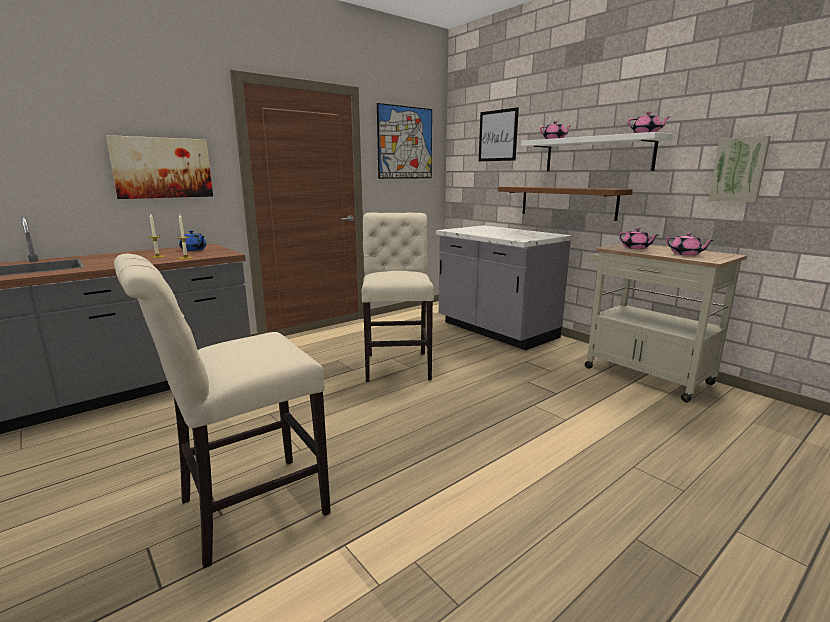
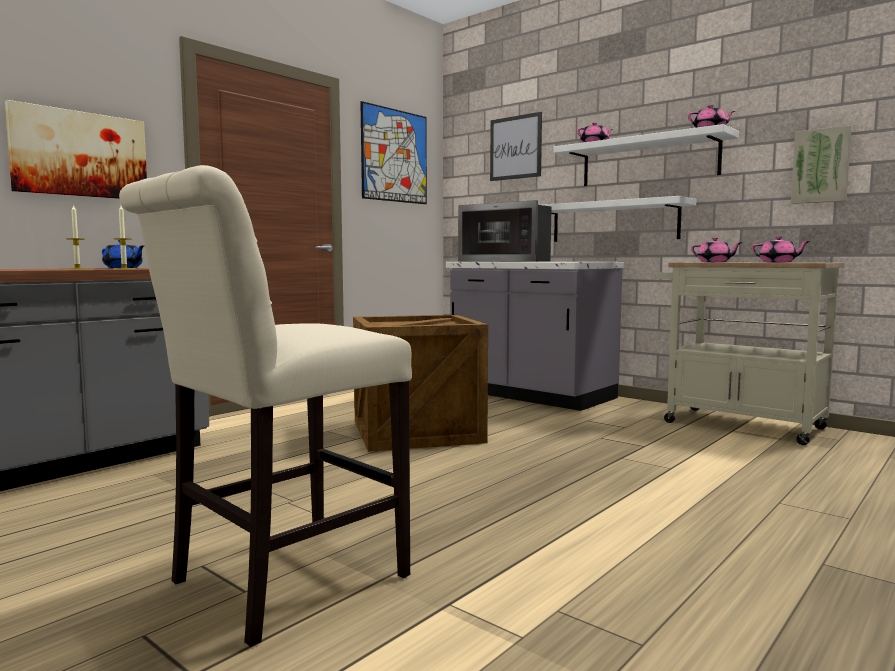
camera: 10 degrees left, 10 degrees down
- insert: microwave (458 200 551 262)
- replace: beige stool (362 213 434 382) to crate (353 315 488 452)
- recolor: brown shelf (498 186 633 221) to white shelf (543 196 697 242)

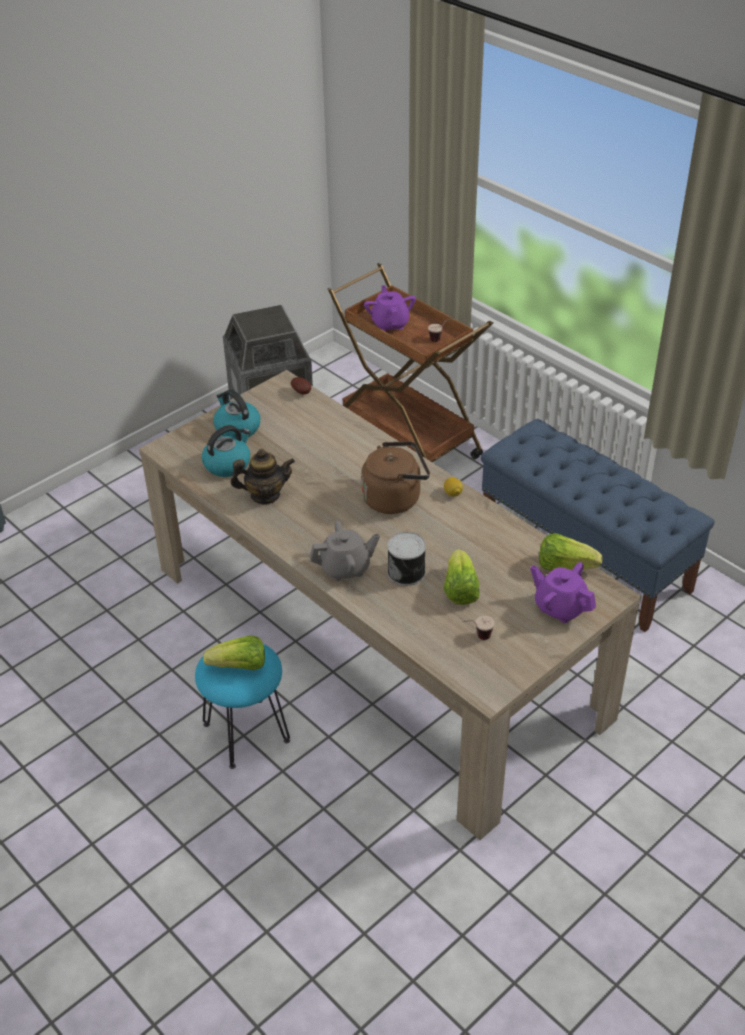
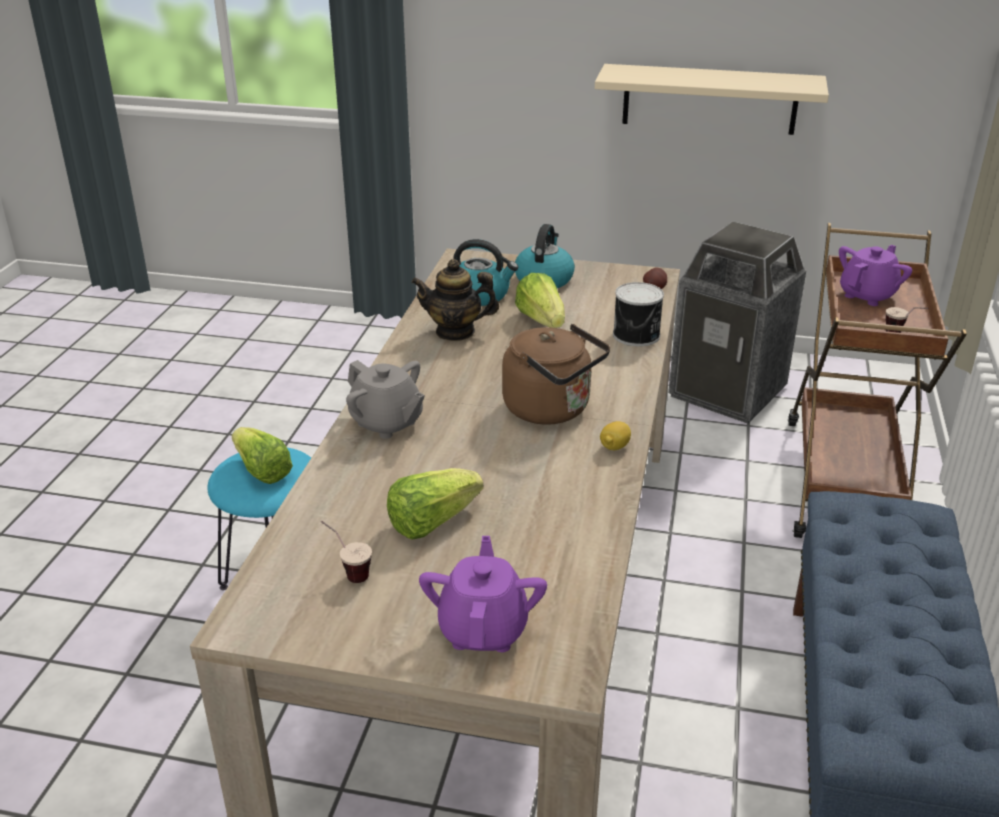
camera: 55 degrees right, 10 degrees down
- insert: beige shelf (595 64 829 135)
- move: can (387 532 426 586) to (613 282 664 347)
- move: lettuce (539 533 603 571) to (515 273 565 328)
- rotate: teapot (231 449 295 504) = (411 259 499 341) 135 degrees clockwise

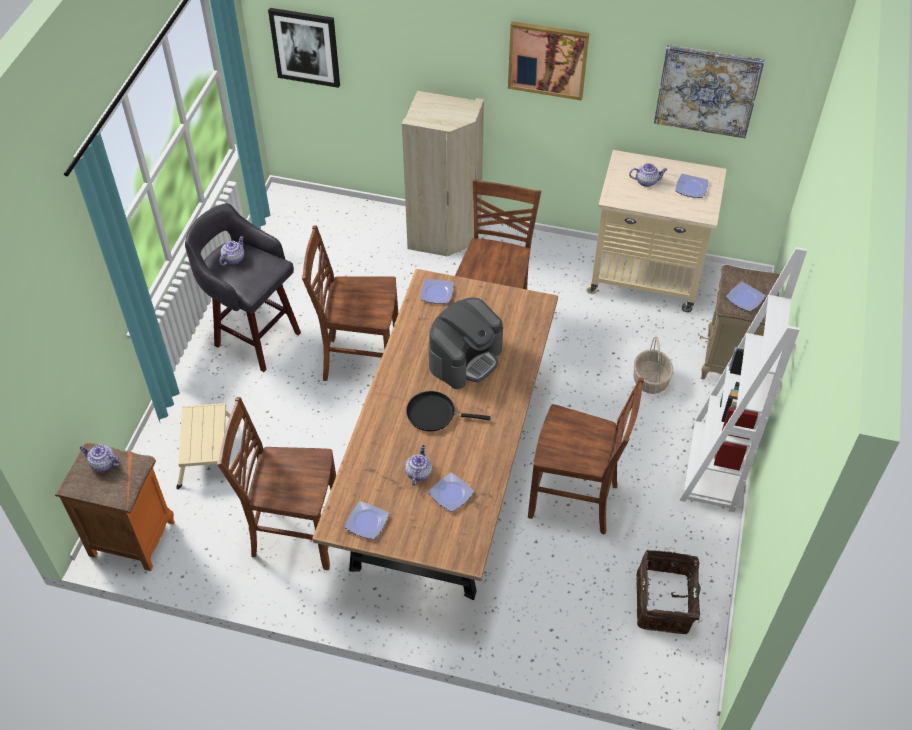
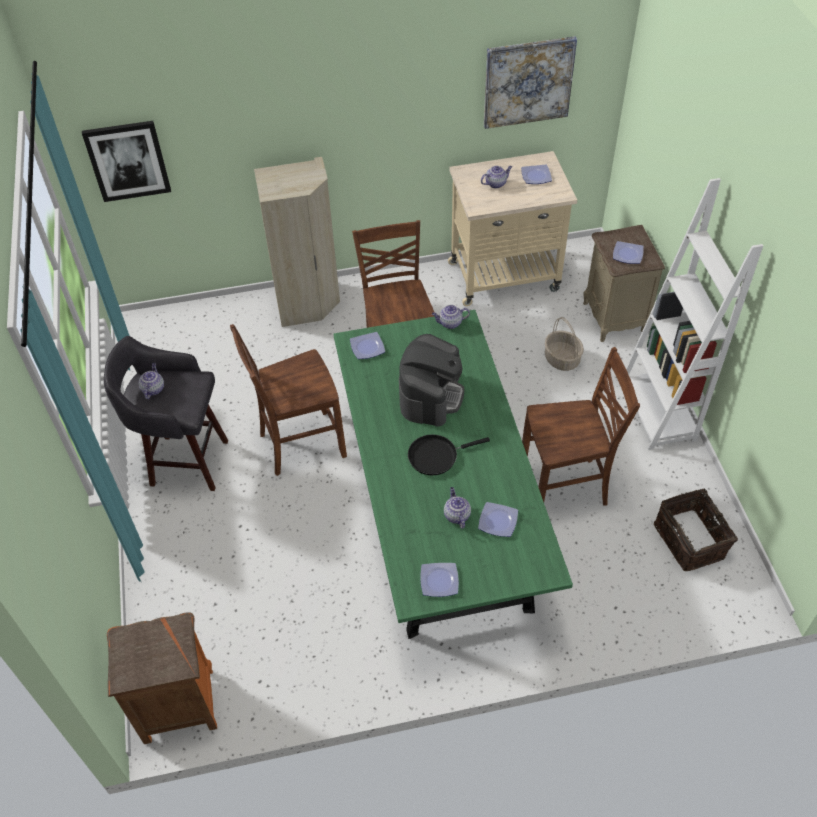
camera: 25 degrees left, 0 degrees up
- delete: beige step ladder (176 403 231 489)
- delete: brown chair (217 397 336 570)
- delete: picture (508 21 589 101)
- move: teapot (79 445 121 472) to (432 305 470 329)
- recolor: brown dining table (312 269 558 600) to green dining table (334 310 573 639)

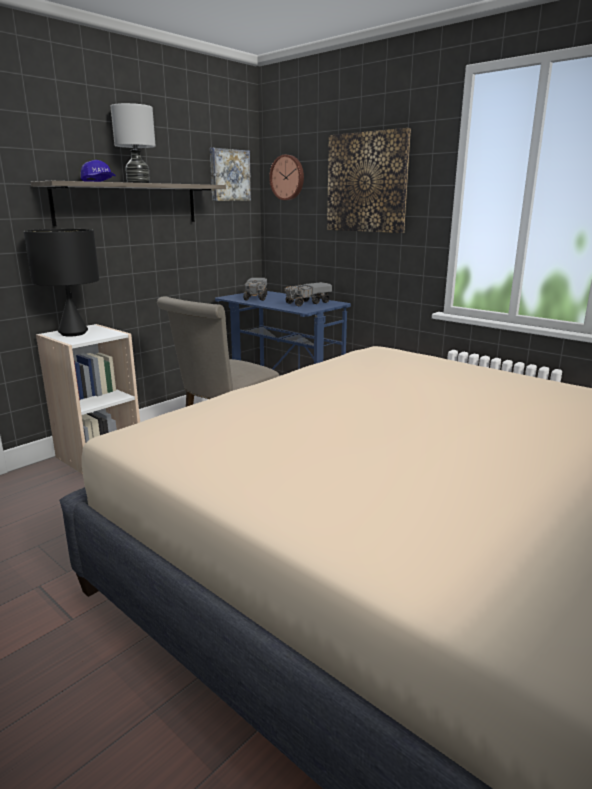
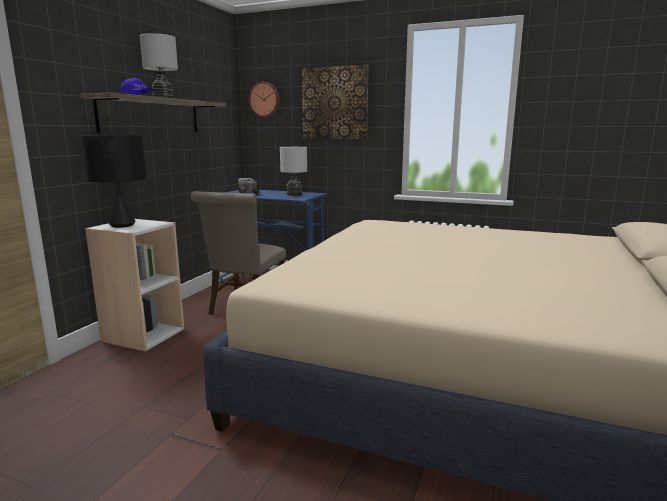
camera: 20 degrees left, 5 degrees down
- delete: picture (210 148 251 201)
- replace: toy truck (284 282 332 306) to grey table lamp (280 147 307 196)

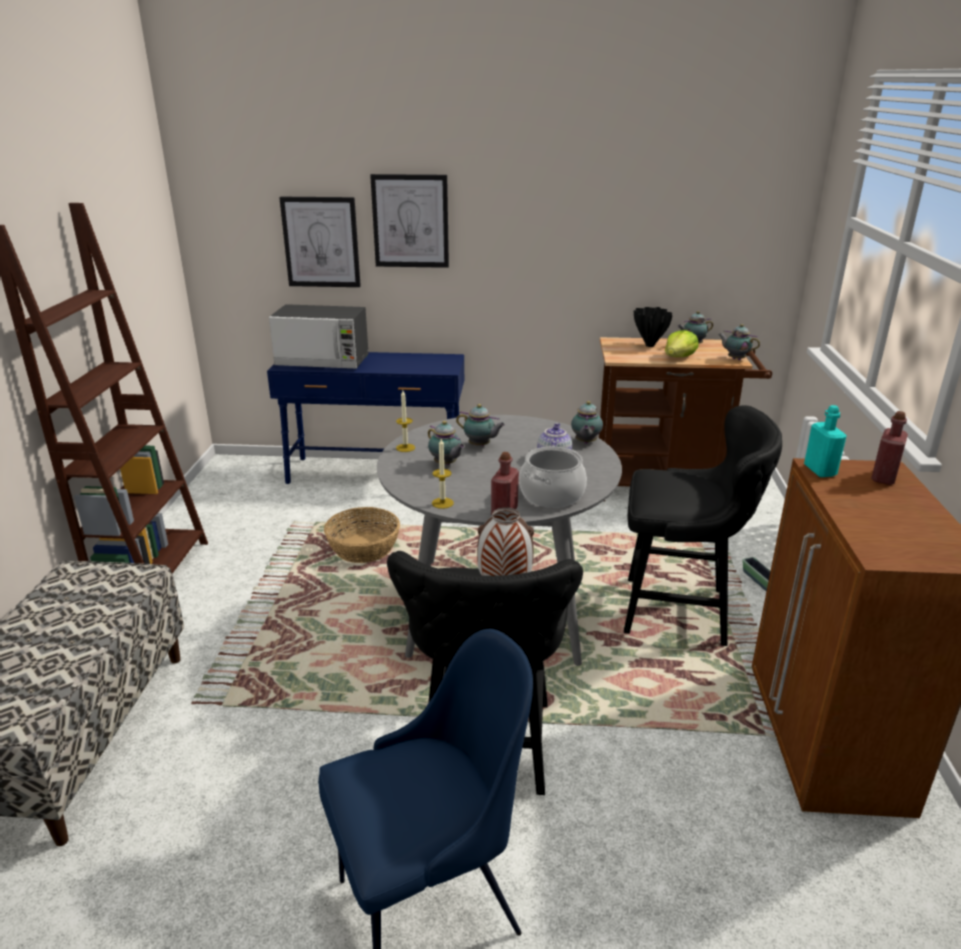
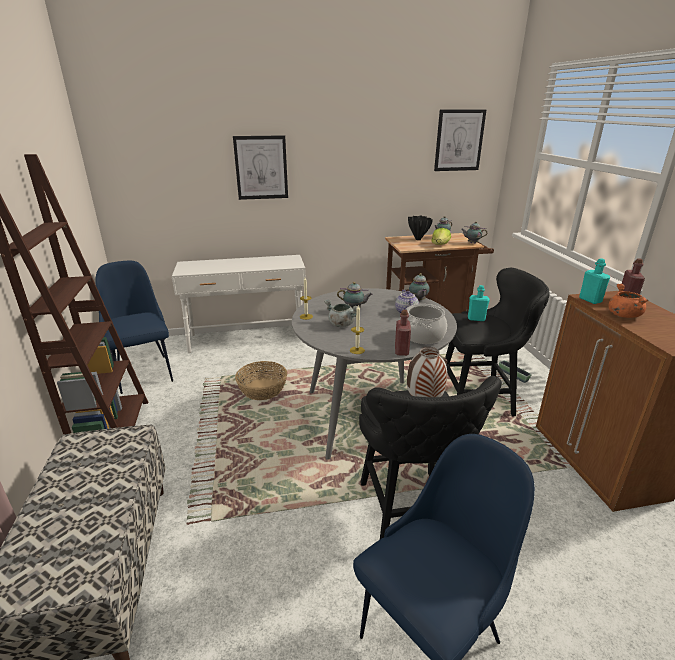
camera: 15 degrees left, 0 degrees up
- delete: microwave (269 304 369 369)
- insert: blue chair (96 261 173 394)
- insert: turquoise bottle (468 285 490 321)
- insert: orange cooking pot (608 284 648 318)
- move: picture (279 197 361 287) to (434 109 487 171)
- replace: teapot (428 421 465 465) to grey cooking pot (324 300 360 327)
- recolor: blue console table (267 352 465 484) to white console table (172 255 306 353)

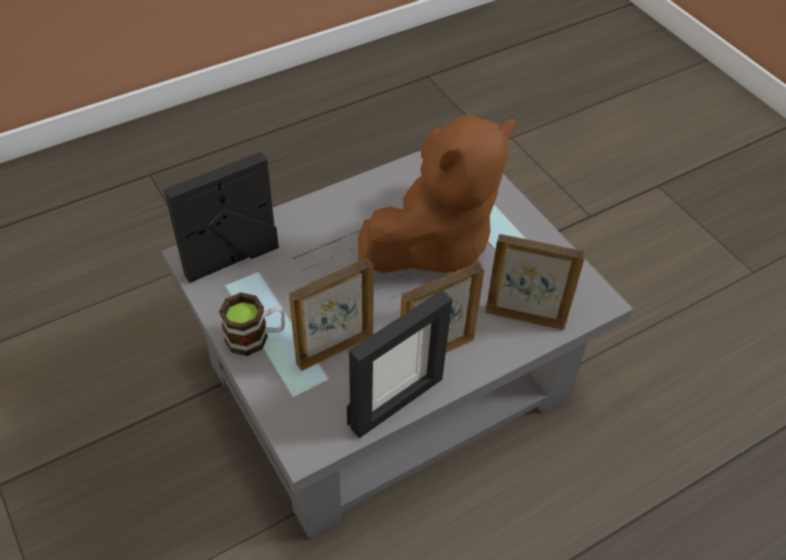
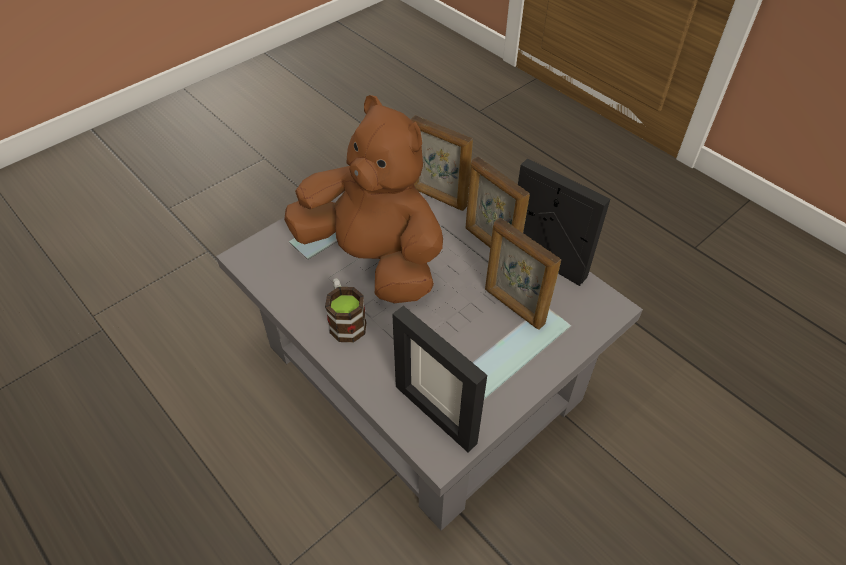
camera: 100 degrees left, 0 degrees up
- move: mug (219 292 285 356) to (325 278 367 343)
- rotate: picture frame (485 234 585 330) = (411 115 473 211) 60 degrees counterclockwise

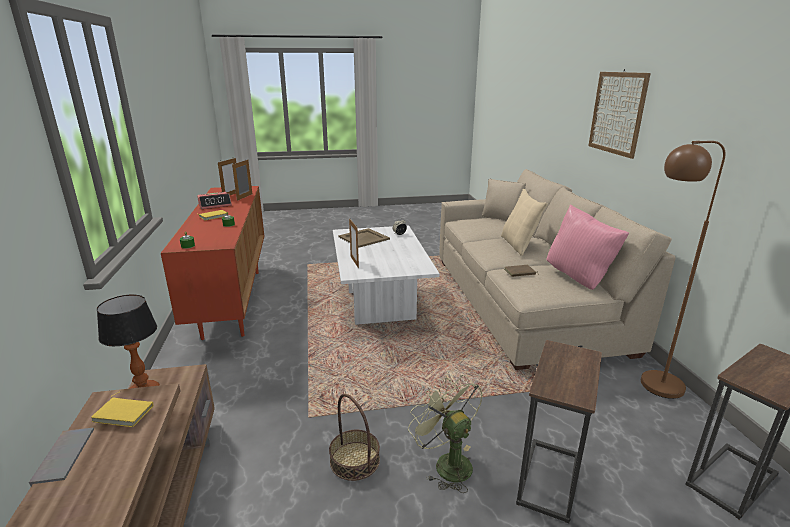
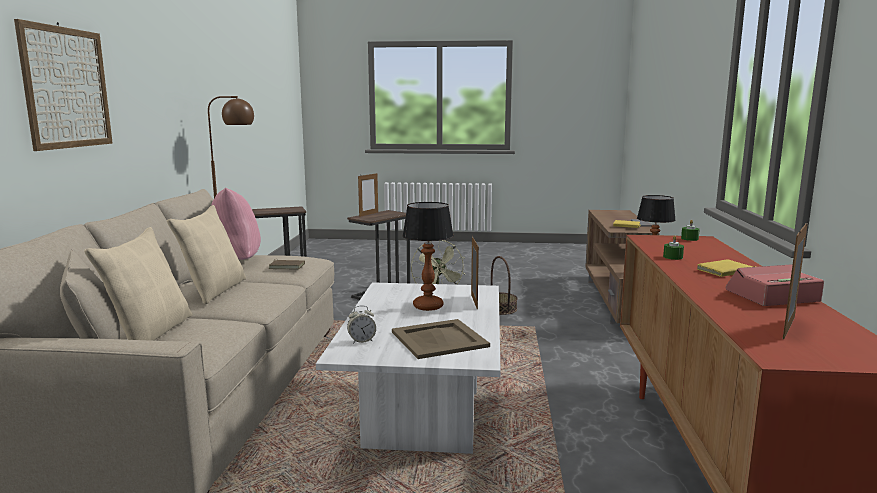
camera: 165 degrees left, 10 degrees down
- insert: beige pillow (84 227 192 341)
- insert: table lamp (402 202 454 311)
- move: picture frame (232 159 252 201) to (358 172 378 217)

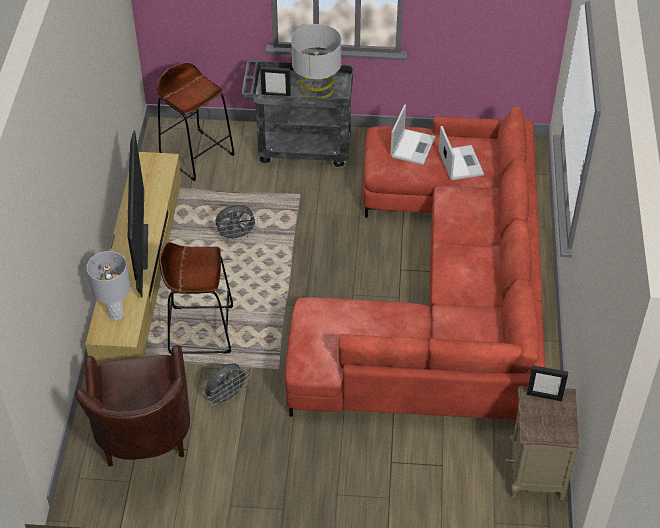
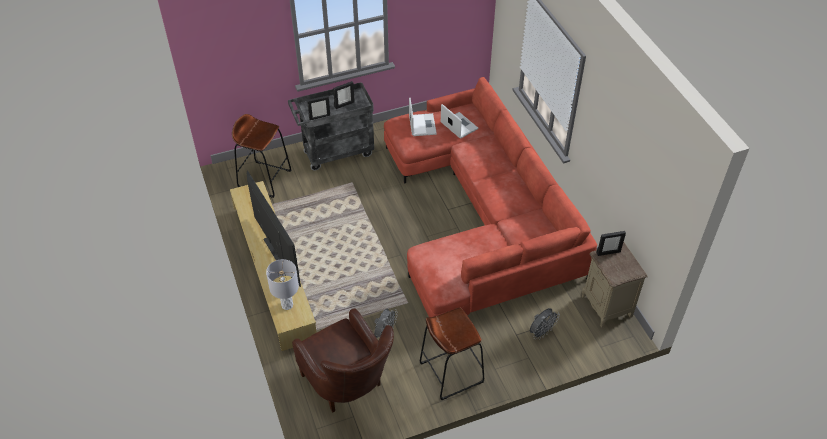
camera: 25 degrees left, 0 degrees up
- move: brown stool (159 242 233 354) to (420 308 484 400)
- move: grey fan (214 205 258 241) to (530 308 559 340)
- replace: grey table lamp (291 24 341 98) to picture frame (333 81 355 109)

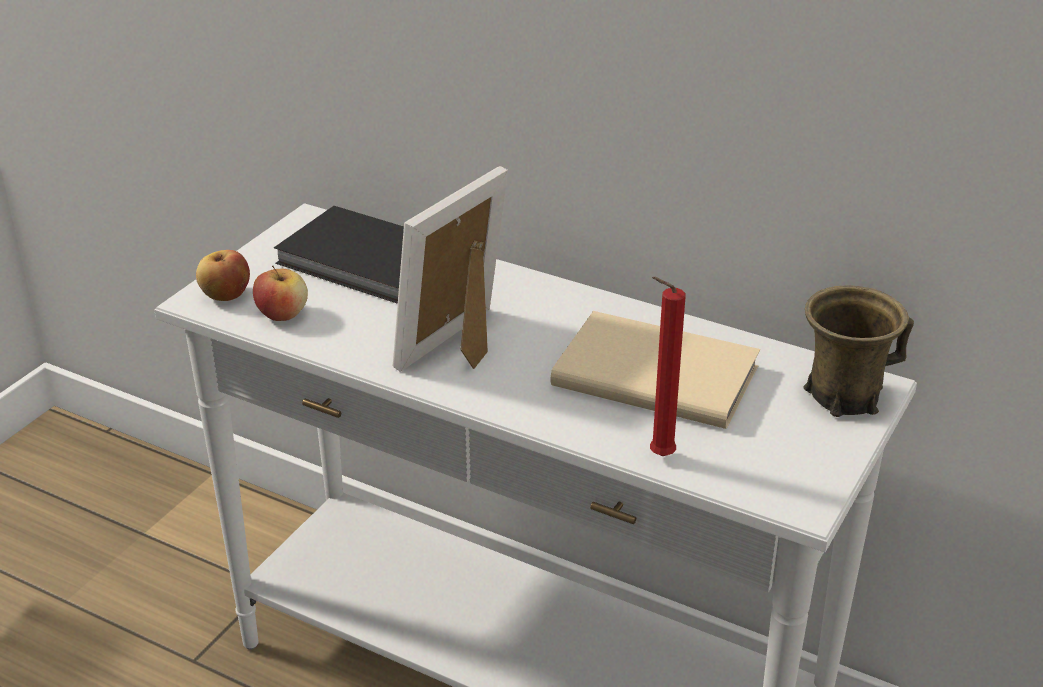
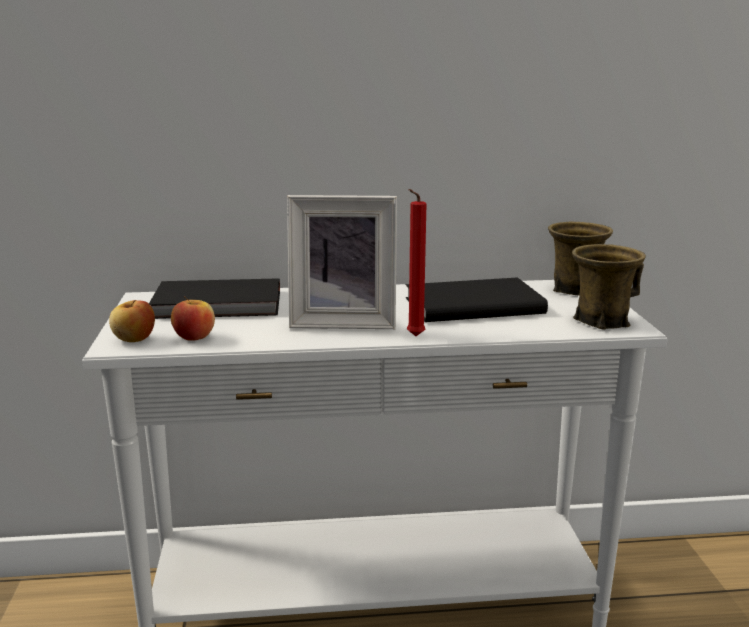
camera: 35 degrees left, 15 degrees down
- insert: brown mug (572 244 646 329)
- move: red candle (650 277 686 456) to (407 189 426 336)
- recolor: beige book (551 311 760 429) to black book (405 277 548 322)
- rotate: picture frame (393 166 508 372) = (287 195 397 329) 90 degrees counterclockwise

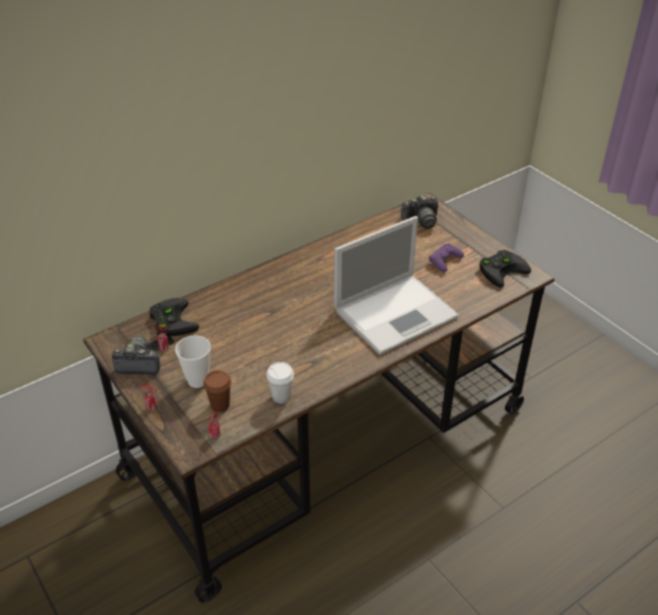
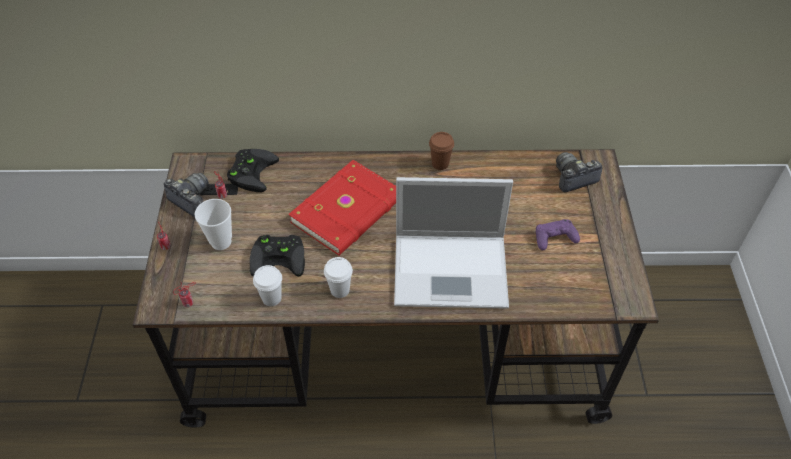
camera: 35 degrees right, 10 degrees up
- insert: red book (289 160 396 255)
- insert: white cup (324 257 353 298)
- move: brown cup (203 370 231 412) to (429 132 454 170)
- move: black game controller (479 250 531 287) to (250 235 305 277)
- rotate: photo camera (401 194 438 229) = (556 152 603 192) 135 degrees clockwise

